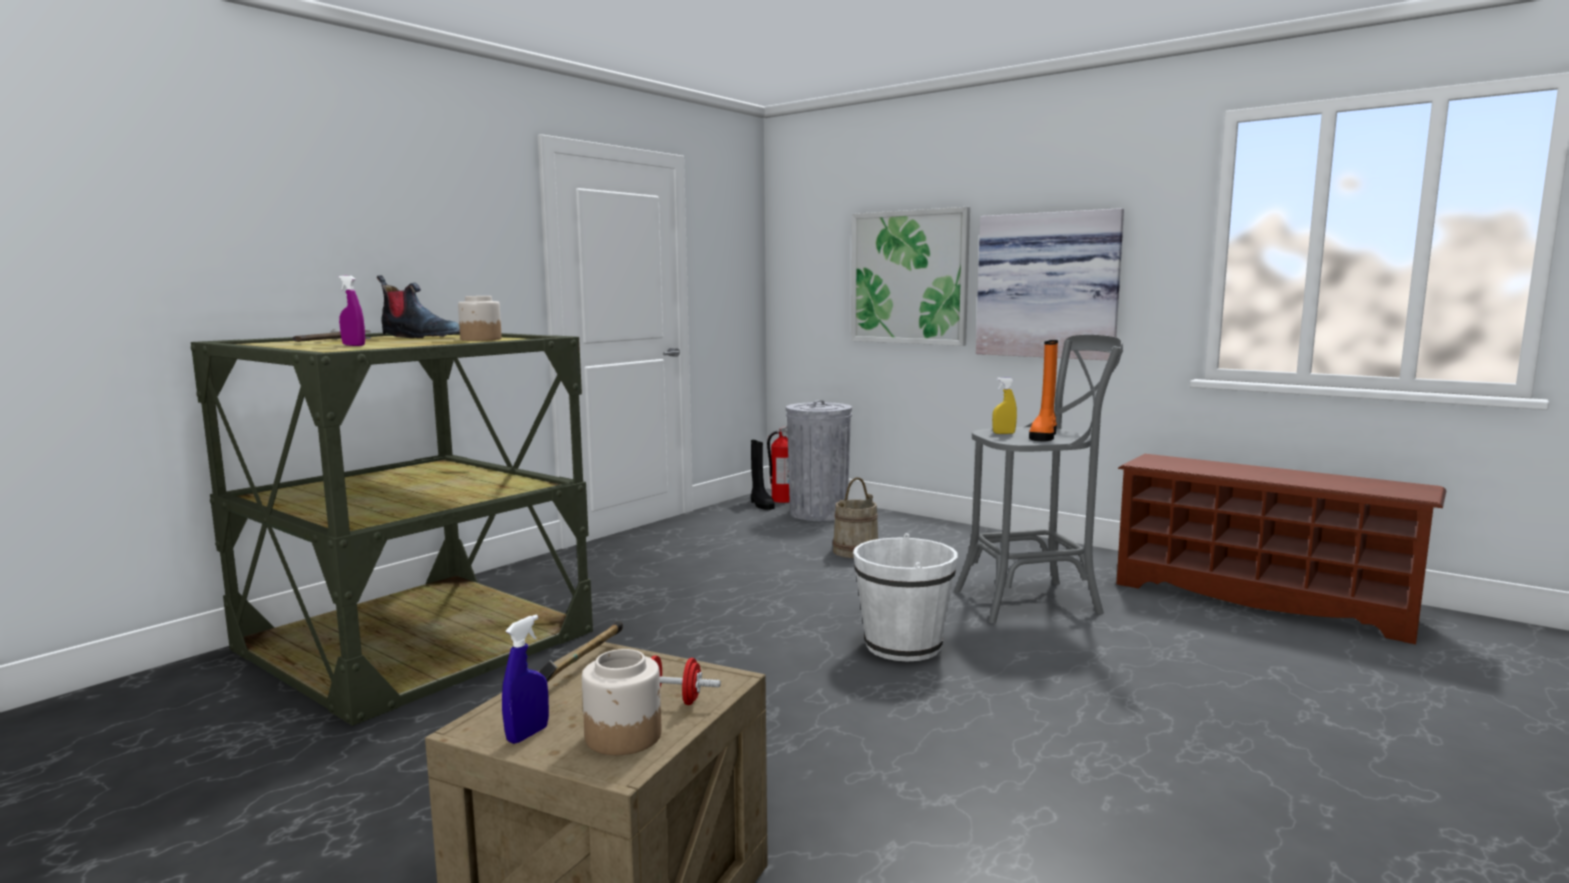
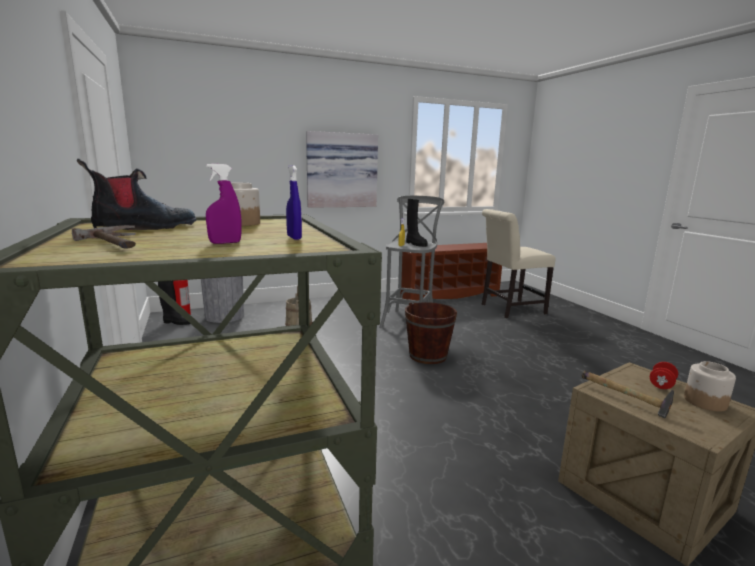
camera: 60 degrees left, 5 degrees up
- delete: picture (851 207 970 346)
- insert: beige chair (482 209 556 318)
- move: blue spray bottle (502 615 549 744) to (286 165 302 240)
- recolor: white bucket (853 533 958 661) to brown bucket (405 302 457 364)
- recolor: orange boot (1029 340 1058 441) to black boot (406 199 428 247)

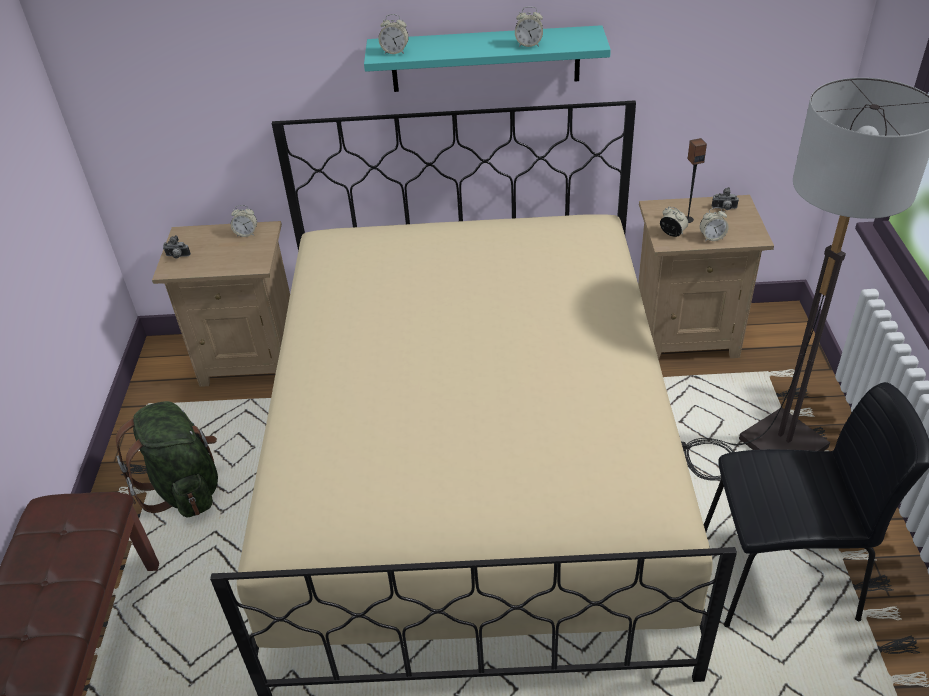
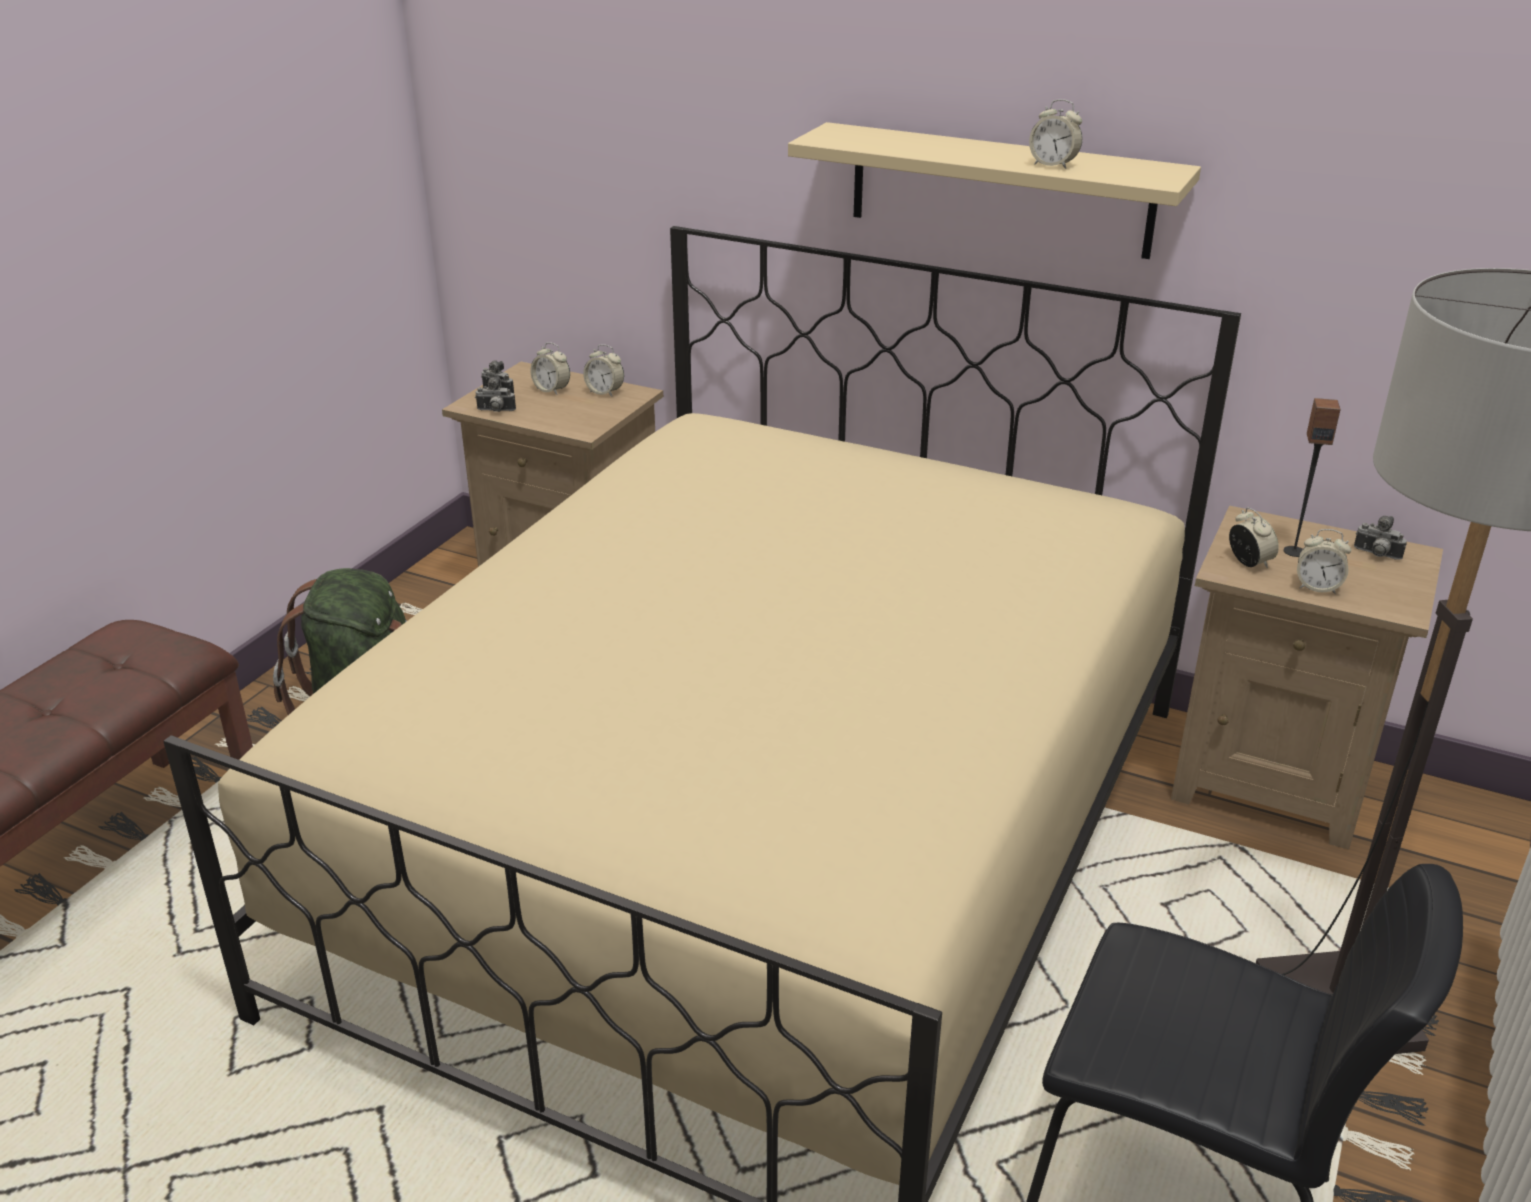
camera: 25 degrees right, 10 degrees down
- insert: photo camera (475 377 516 412)
- move: alarm clock (378 14 409 54) to (531 342 570 395)
- recolor: turquoise shelf (364 25 611 92) to beige shelf (788 122 1201 259)

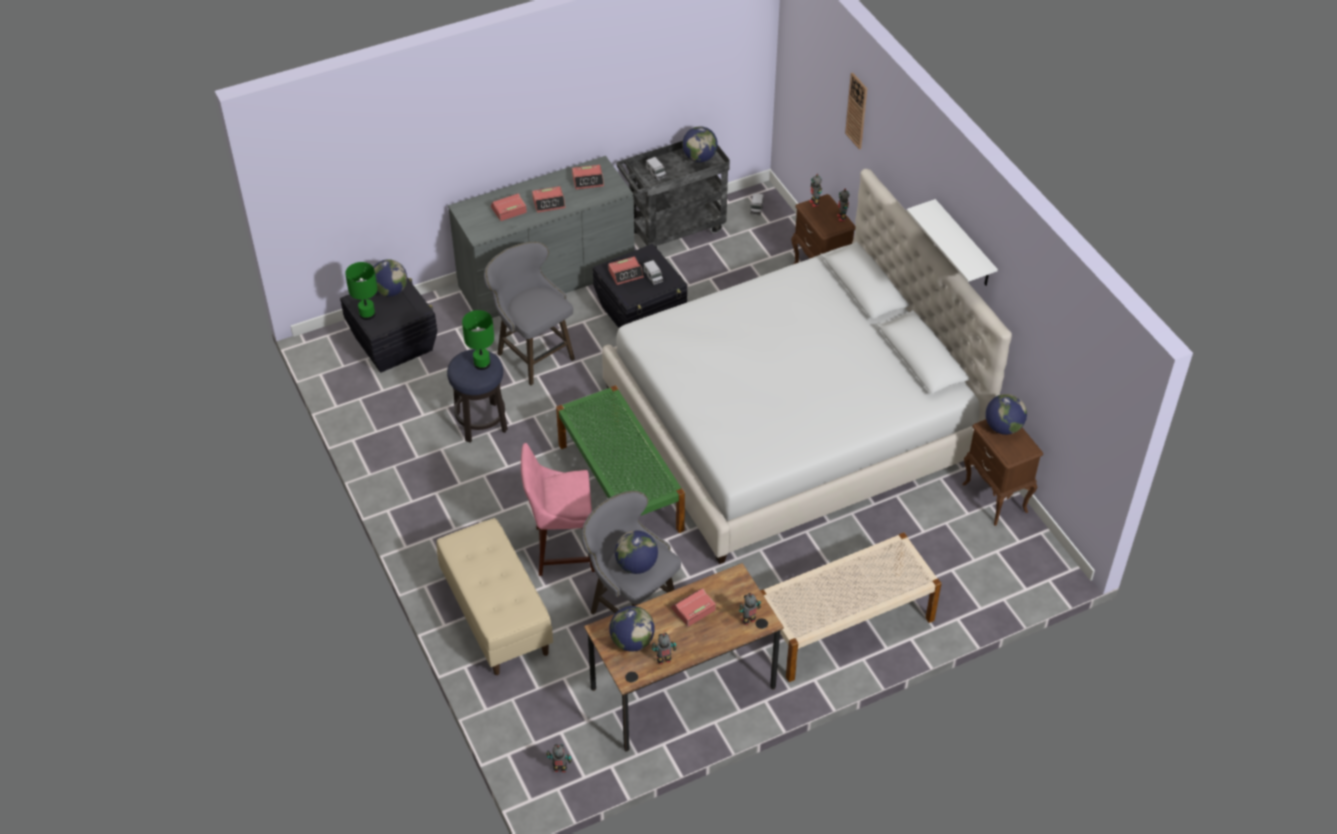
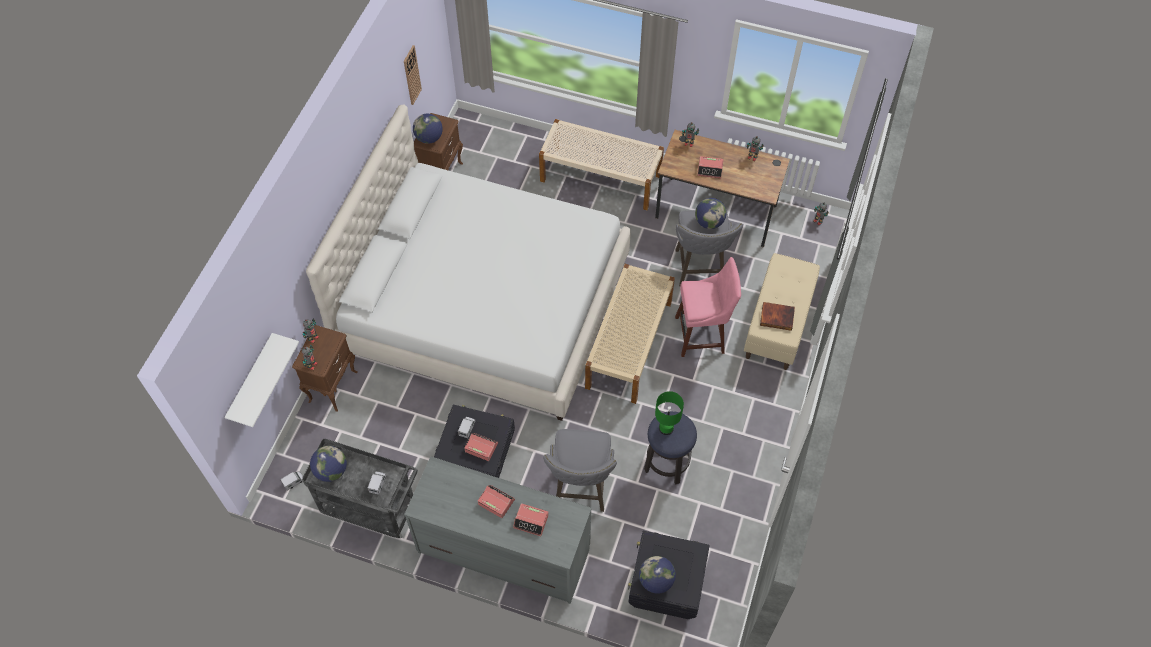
camera: 135 degrees left, 10 degrees up
- delete: green table lamp (345 262 377 320)
- delete: alarm clock (572 165 604 189)
- delete: globe (609 606 655 652)
- insert: book (760 302 795 331)
- move: wall clock (845 73 867 150) to (404 45 422 105)
- move: white shelf (906 199 998 286) to (225 333 299 427)
- recolor: green bench (556 385 685 533) to beige bench (585 264 675 404)
- rotate: pink chair (521 443 595 576) = (675 257 741 357) 45 degrees counterclockwise

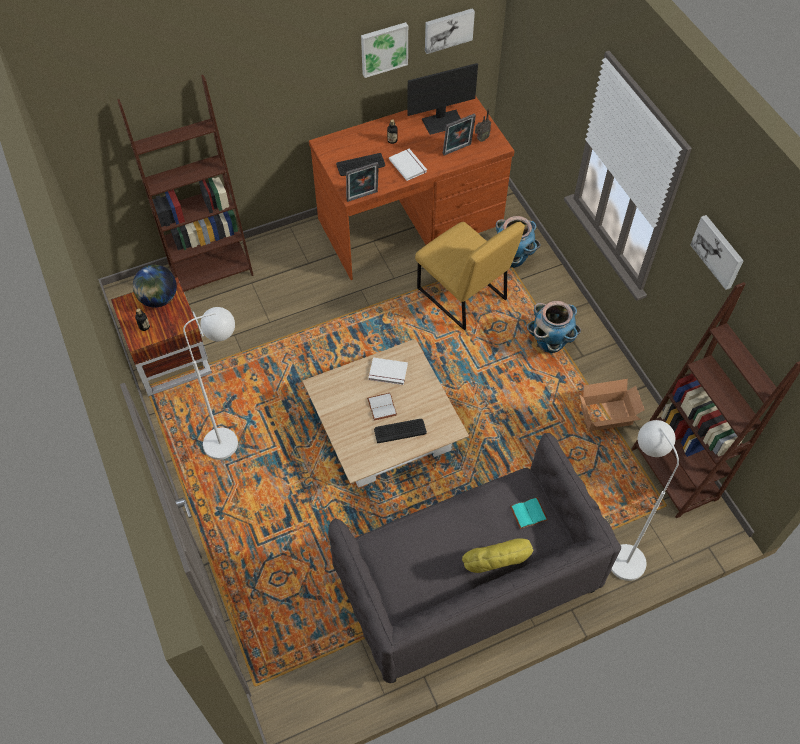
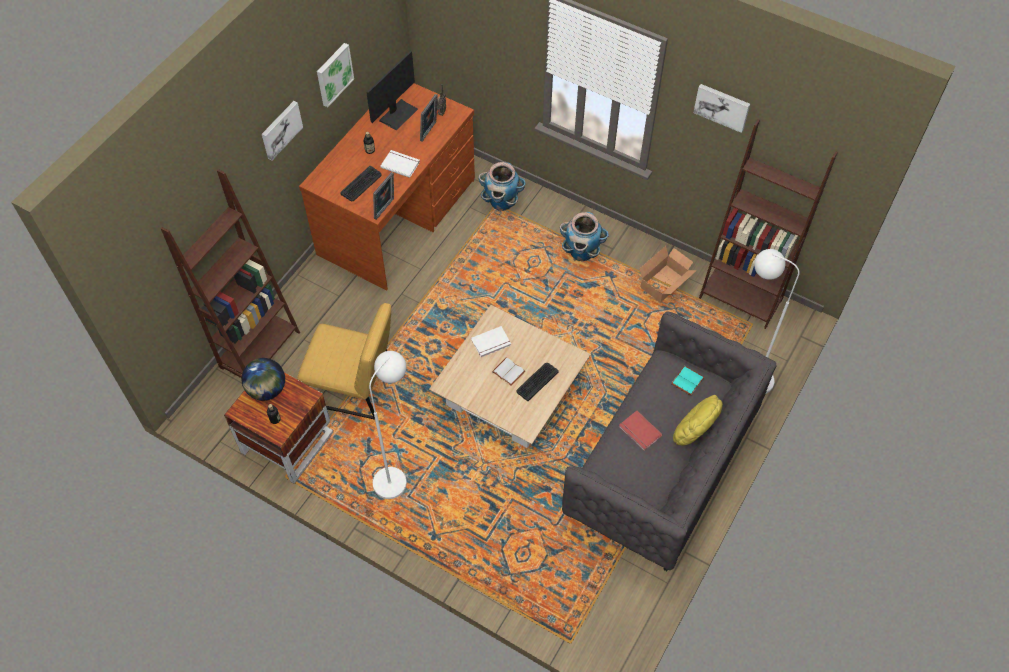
camera: 35 degrees left, 0 degrees up
- insert: red book (619 411 662 451)
- move: yellow chair (415 222 525 331) to (298 303 391 420)
- move: picture (425 8 475 54) to (262 101 303 160)

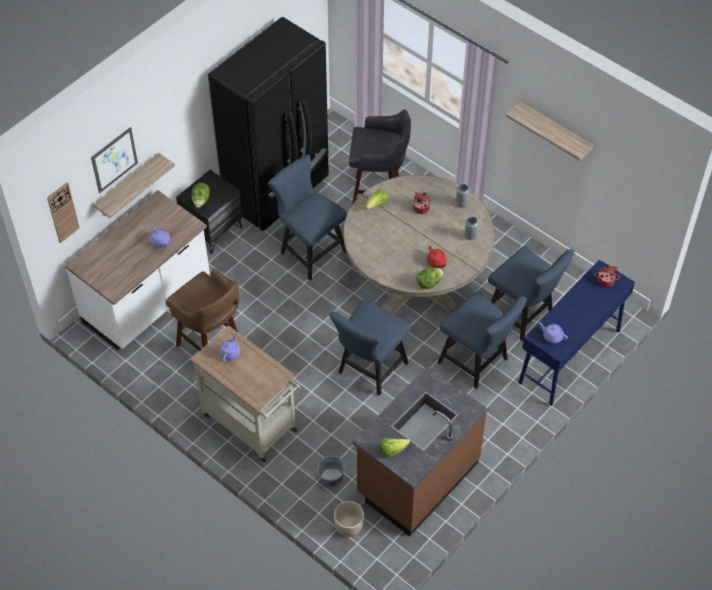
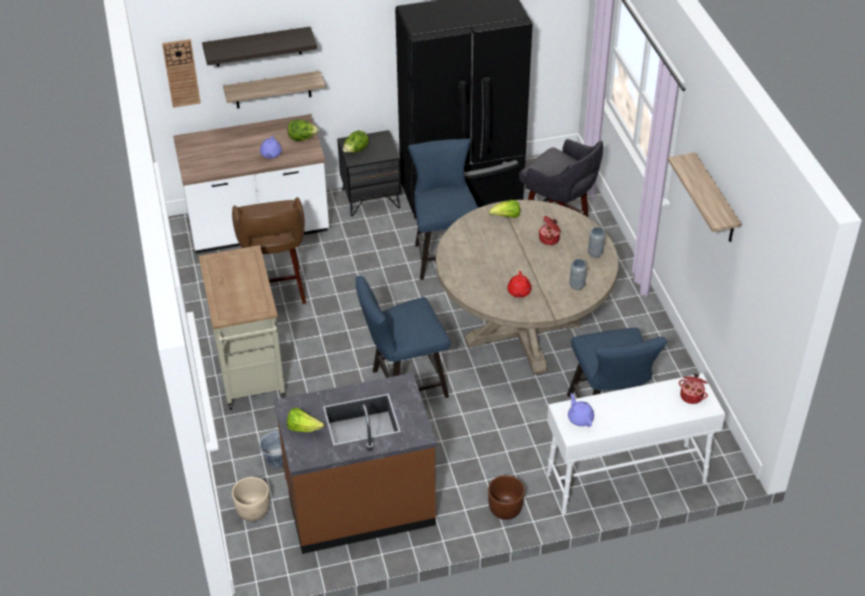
camera: 35 degrees right, 10 degrees down
- delete: purple teapot (219 333 240 362)
- delete: blue chair (437 292 527 389)
- insert: brown planter (488 475 525 520)
- move: lettuce (416 268 443 289) to (288 119 319 141)
- replace: picture (91 127 138 193) to shelf (202 27 317 67)
- recolor: blue console table (518 260 635 406) to white console table (546 373 725 514)

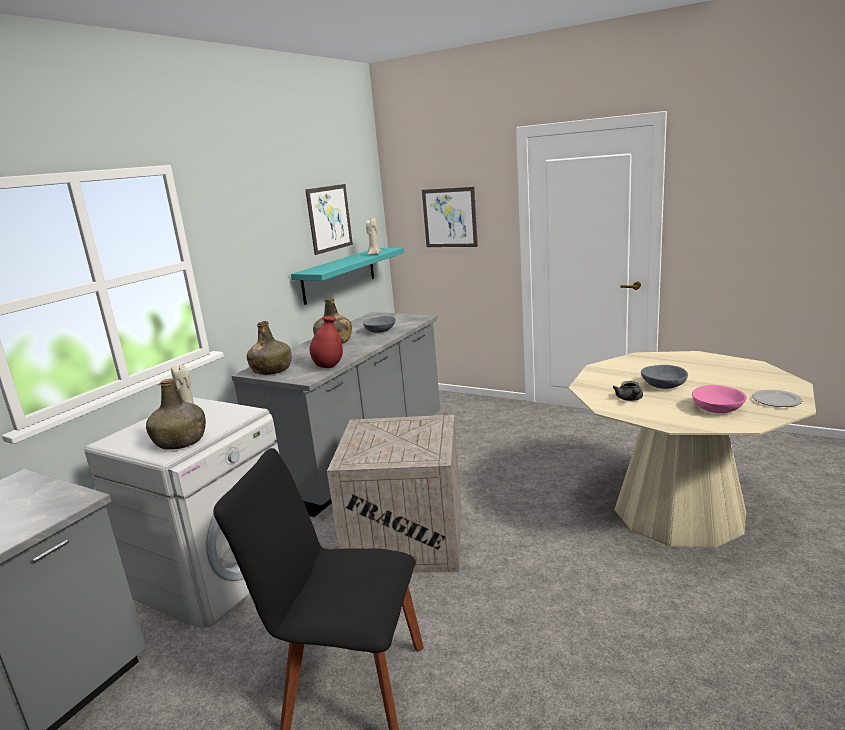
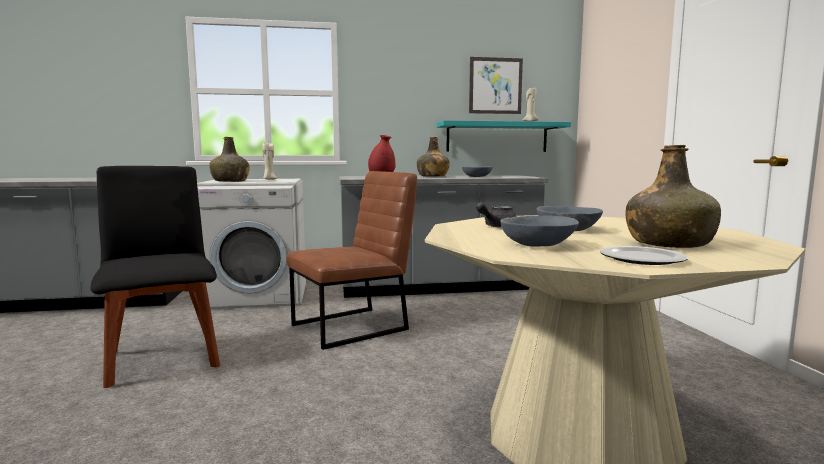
camera: 50 degrees right, 10 degrees down
- delete: picture (422 187 478 247)
- move: green bottle (247 321 291 375) to (625 145 721 248)
- replace: crate (327 415 461 573) to brown chair (286 171 417 350)
- recolor: pink bowl (692 385 747 413) to grey bowl (500 216 579 247)

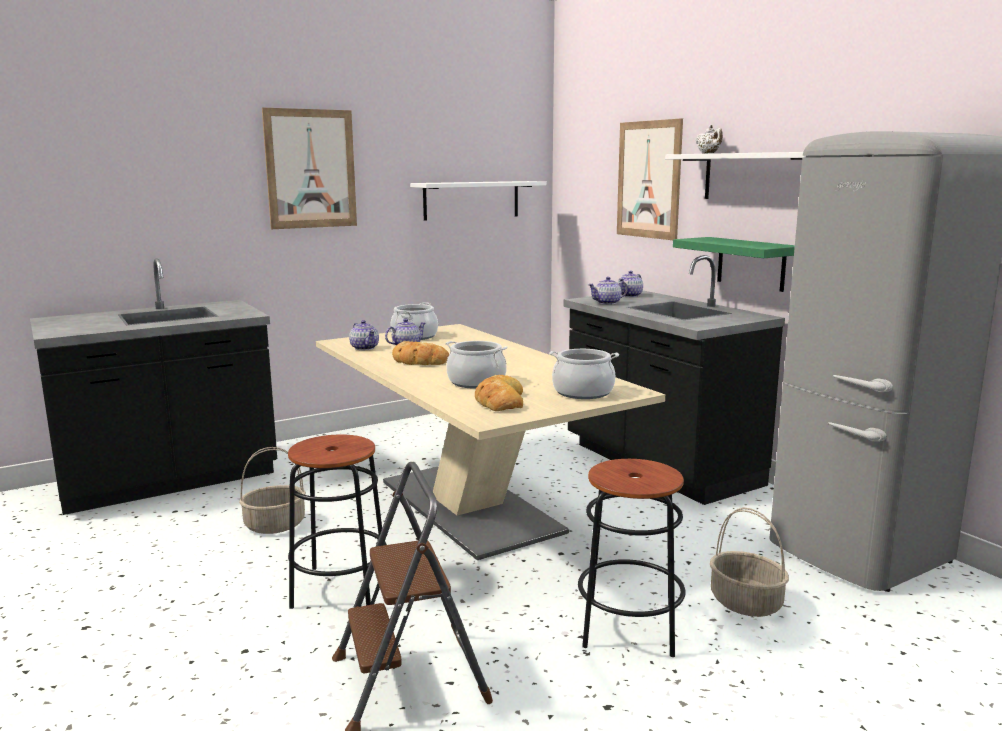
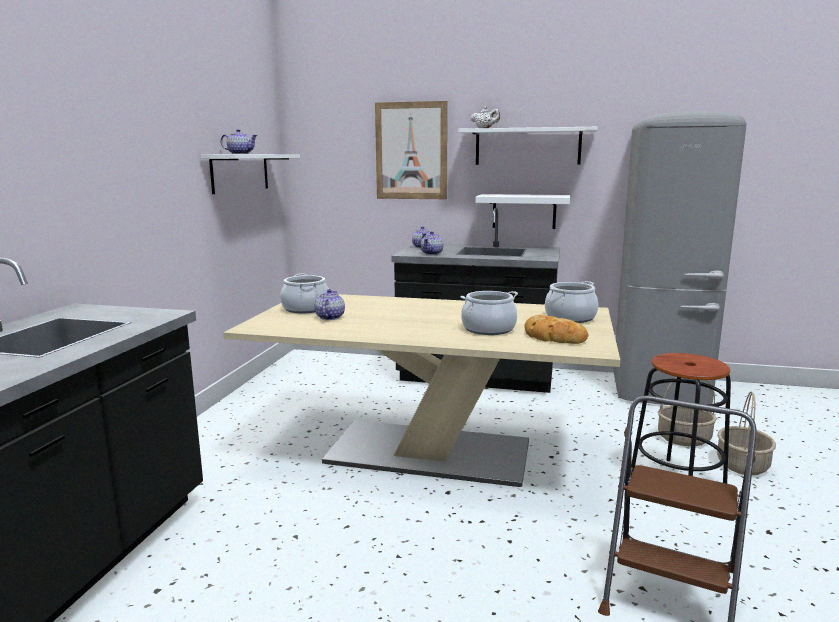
camera: 45 degrees left, 0 degrees up
- delete: picture (262 108 357 229)
- delete: black stool (288 434 387 609)
- delete: bread (392 341 449 365)
- move: basket (239 447 306 534) to (717 392 776 475)
- move: teapot (349 320 379 350) to (221 129 258 154)
- recolor: green shelf (673 237 795 292) to white shelf (475 194 570 229)

